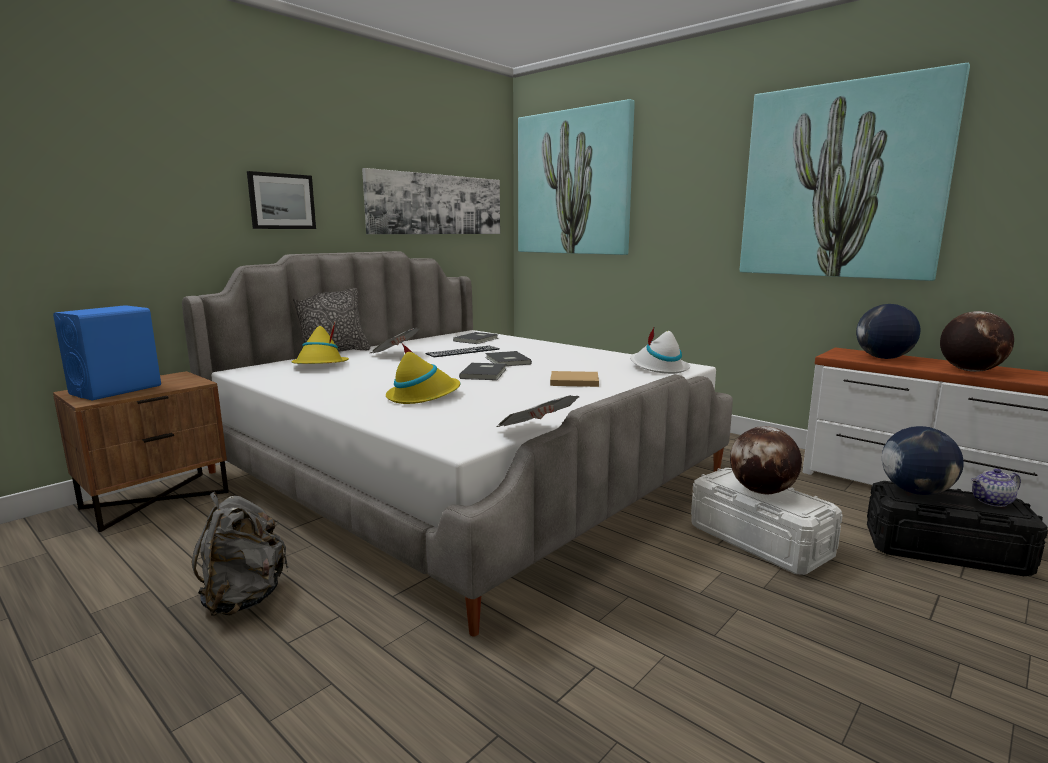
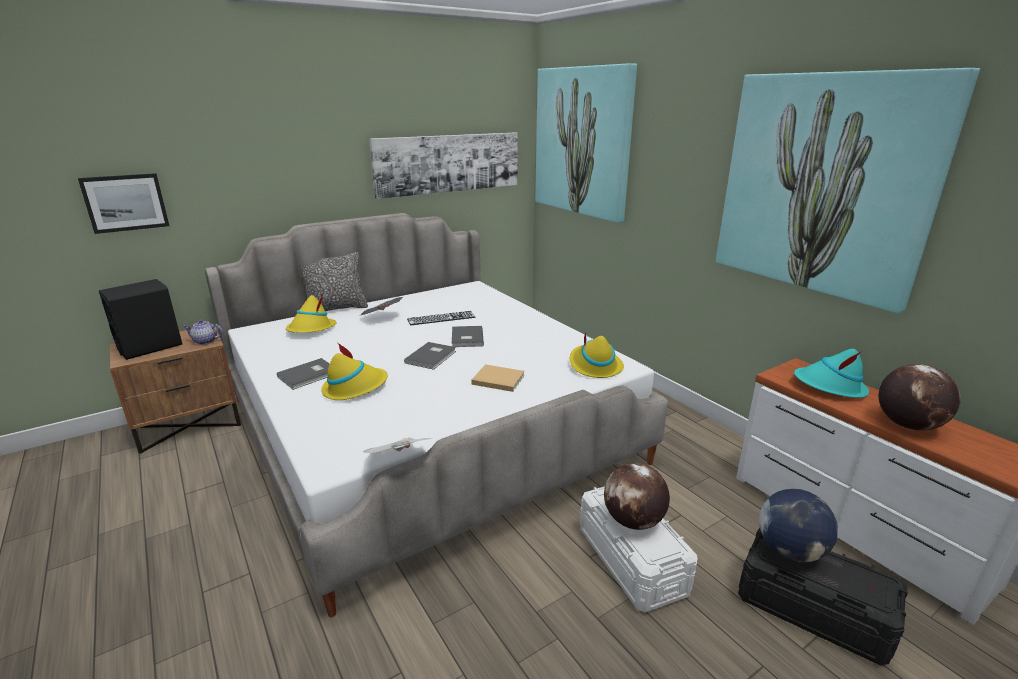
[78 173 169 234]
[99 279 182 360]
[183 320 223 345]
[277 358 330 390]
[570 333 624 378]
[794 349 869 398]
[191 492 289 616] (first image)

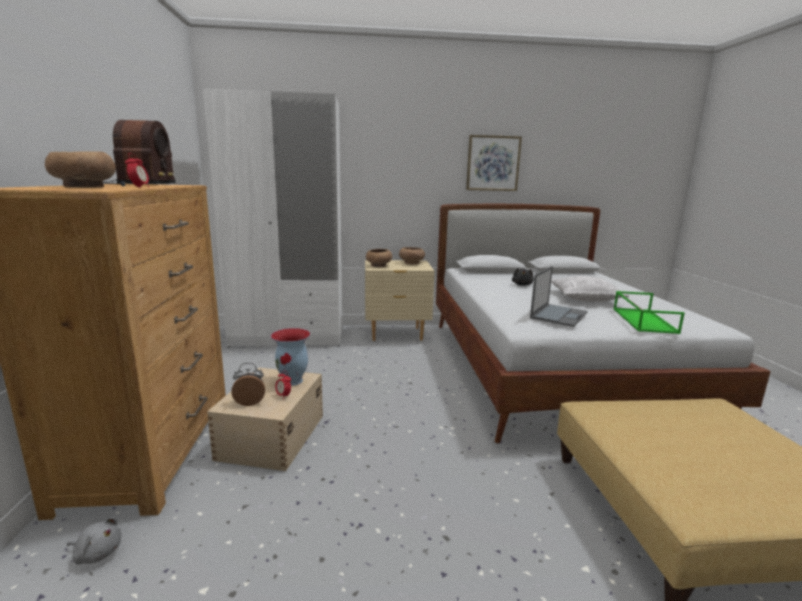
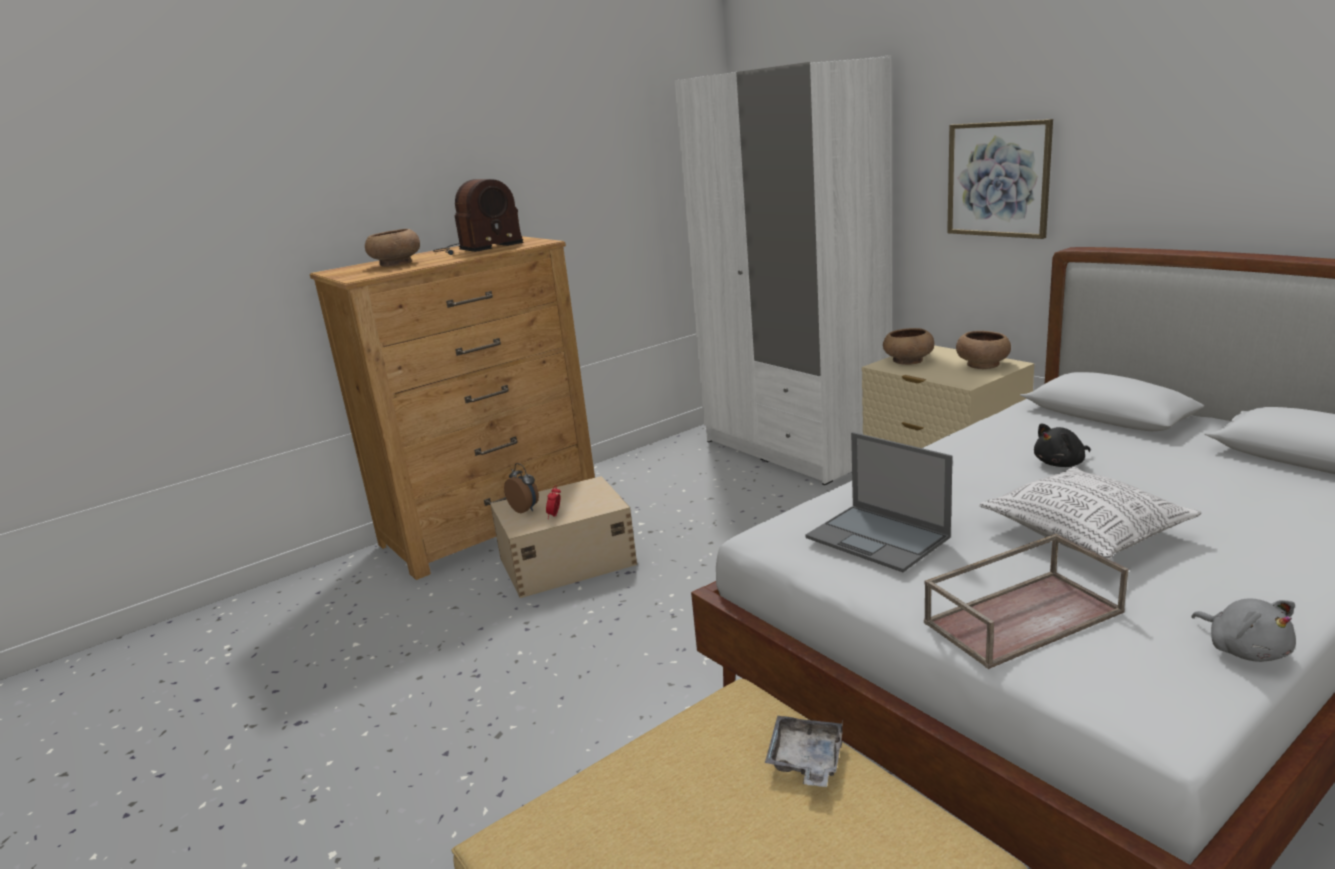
[765 716 843 787]
[805 432 953 572]
[924 534 1129 669]
[947 119 1053 239]
[1191 598 1296 662]
[125 153 149 188] (first image)
[271 328 310 386] (first image)

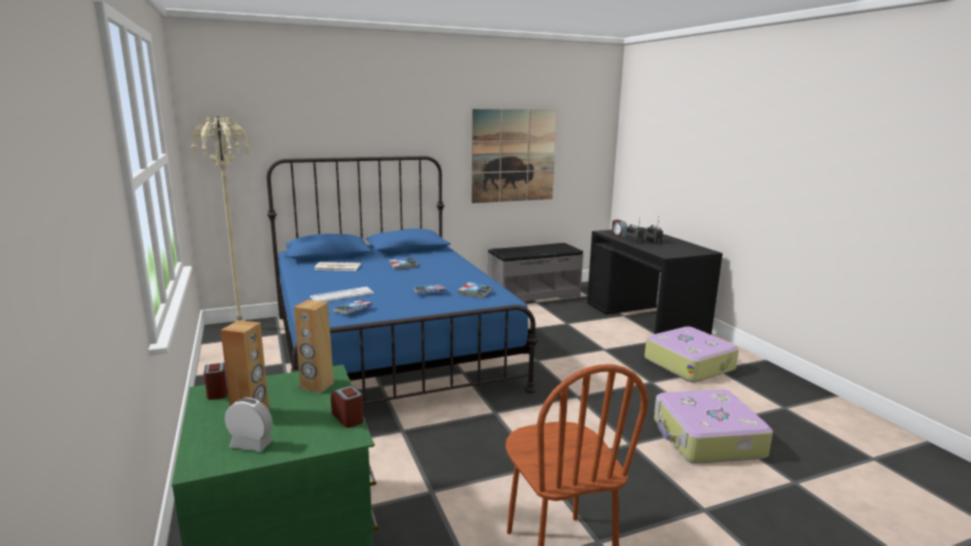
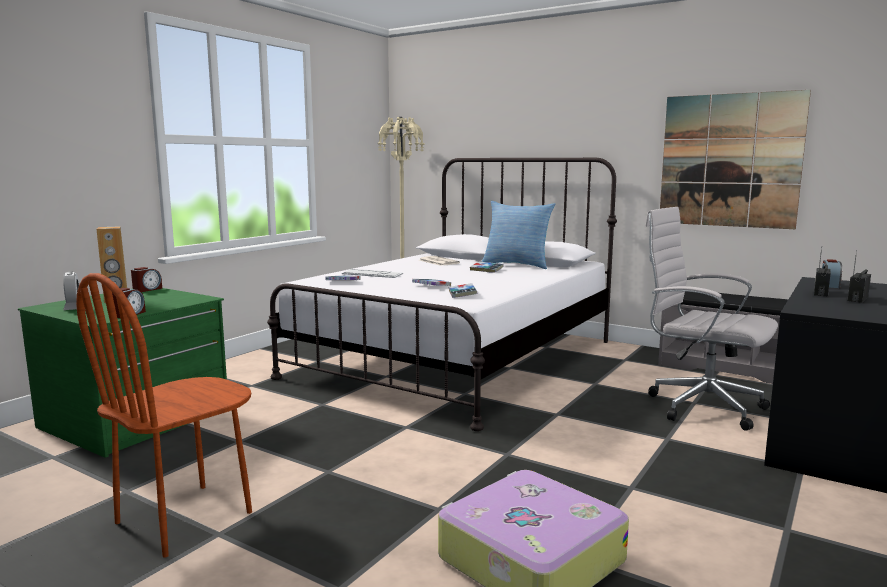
[267 158 617 431]
[482 201 555 269]
[645 207 778 431]
[294 300 334 393] (first image)
[644 326 739 382] (first image)

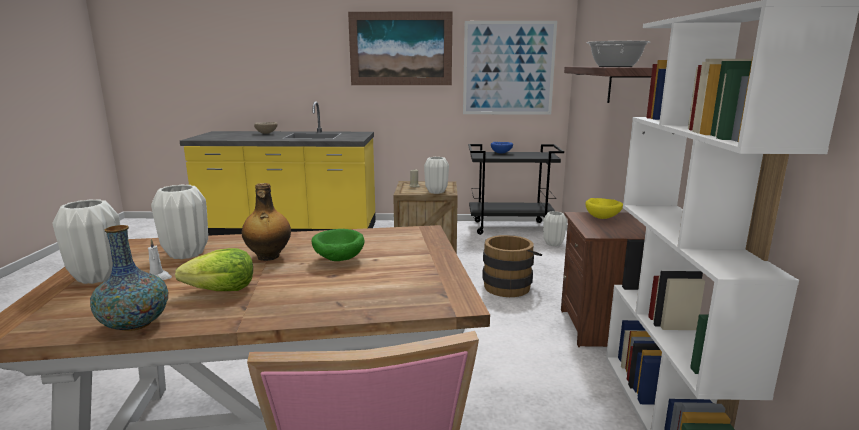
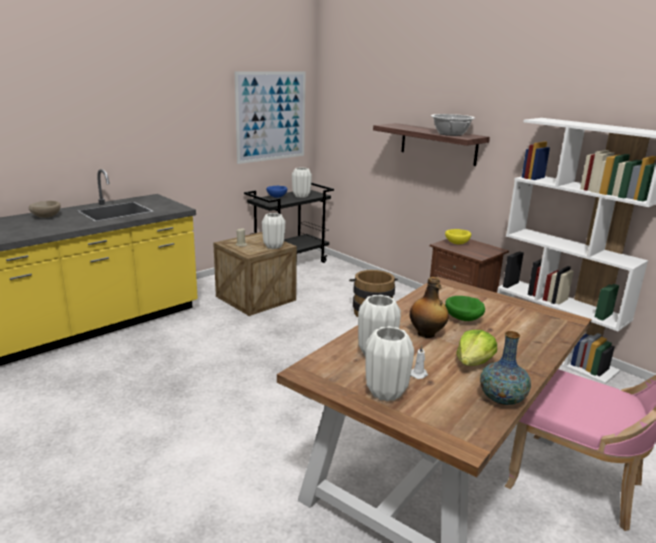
[292 167 312 198]
[348 11 453 85] (first image)

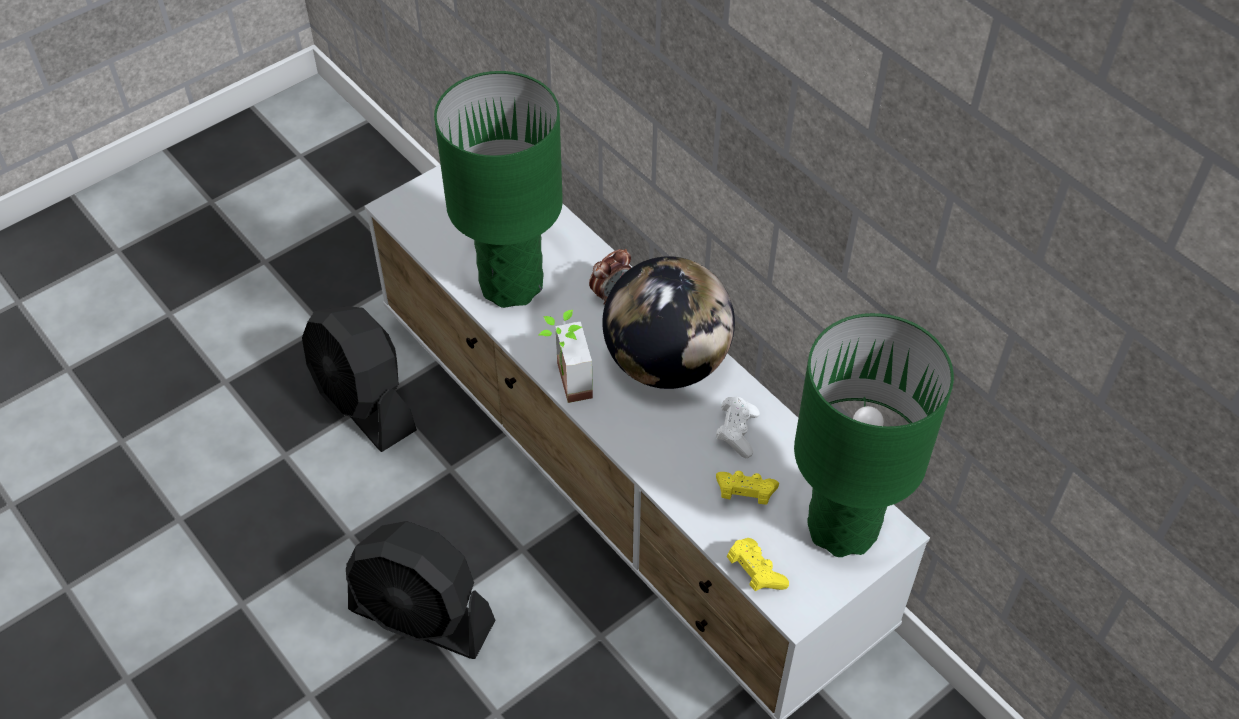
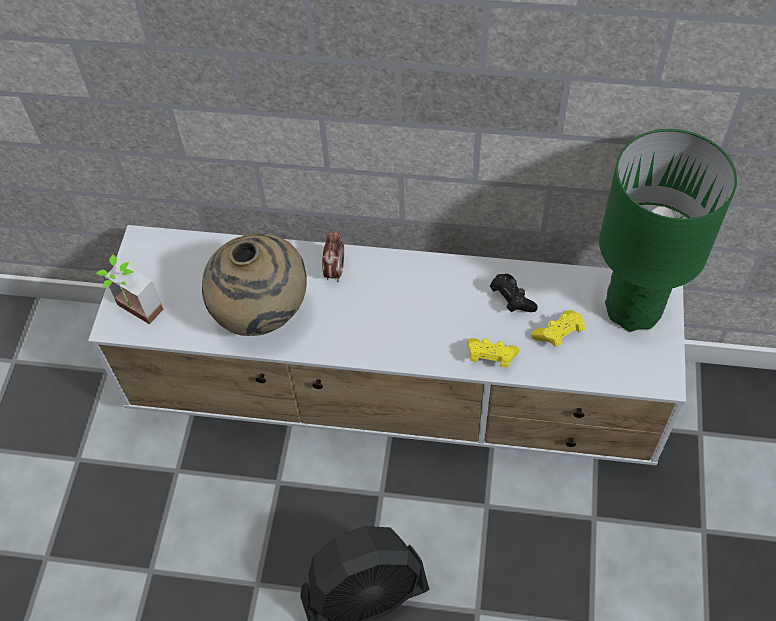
[95 255 163 324]
[202 233 307 336]
[467 338 519 368]
[490 274 538 312]
[302 306 417 452] (first image)
[602 256 735 389] (first image)

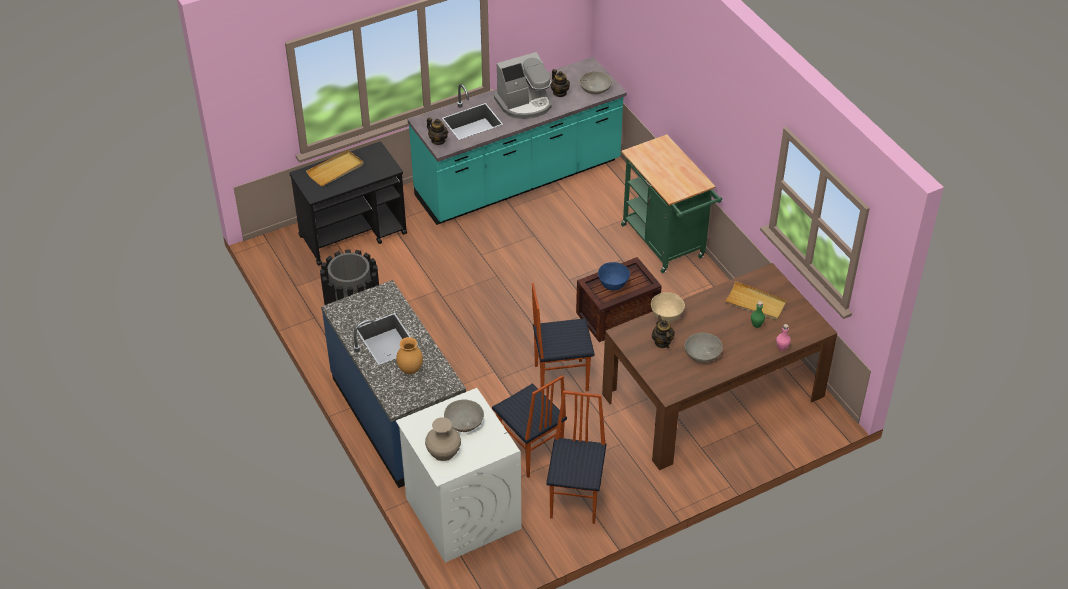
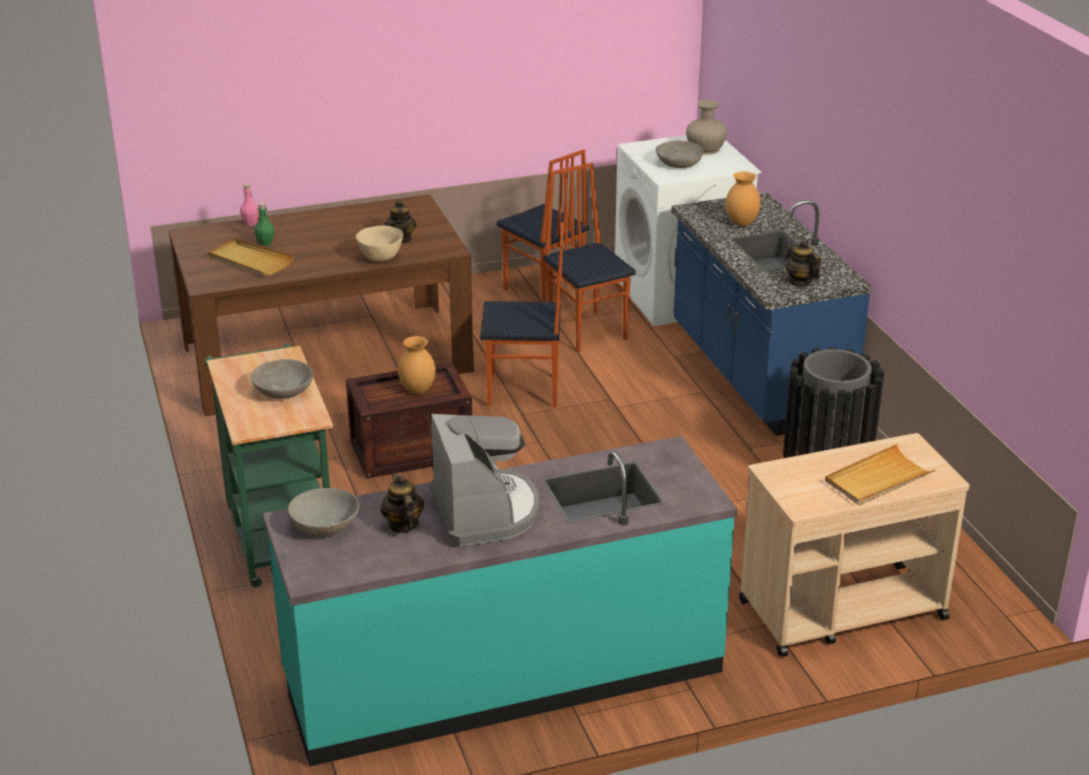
[251 359 313 399]
[398 336 436 394]
[430 414 539 547]
[496 149 589 302]
[739 433 970 657]
[786 240 821 287]

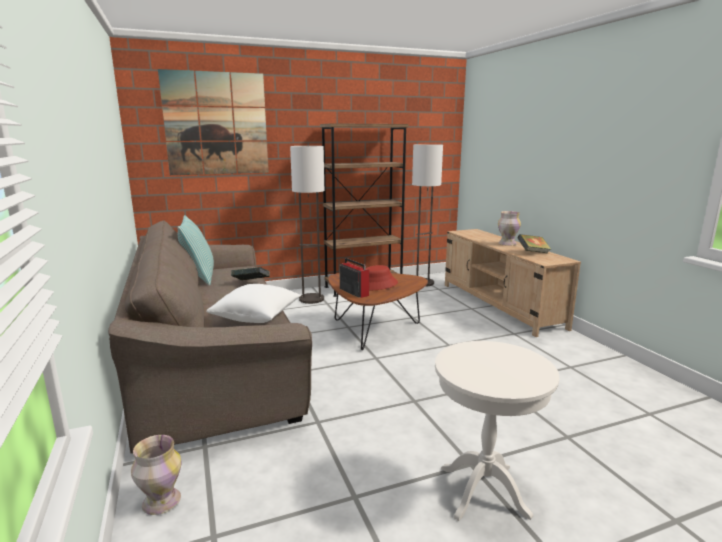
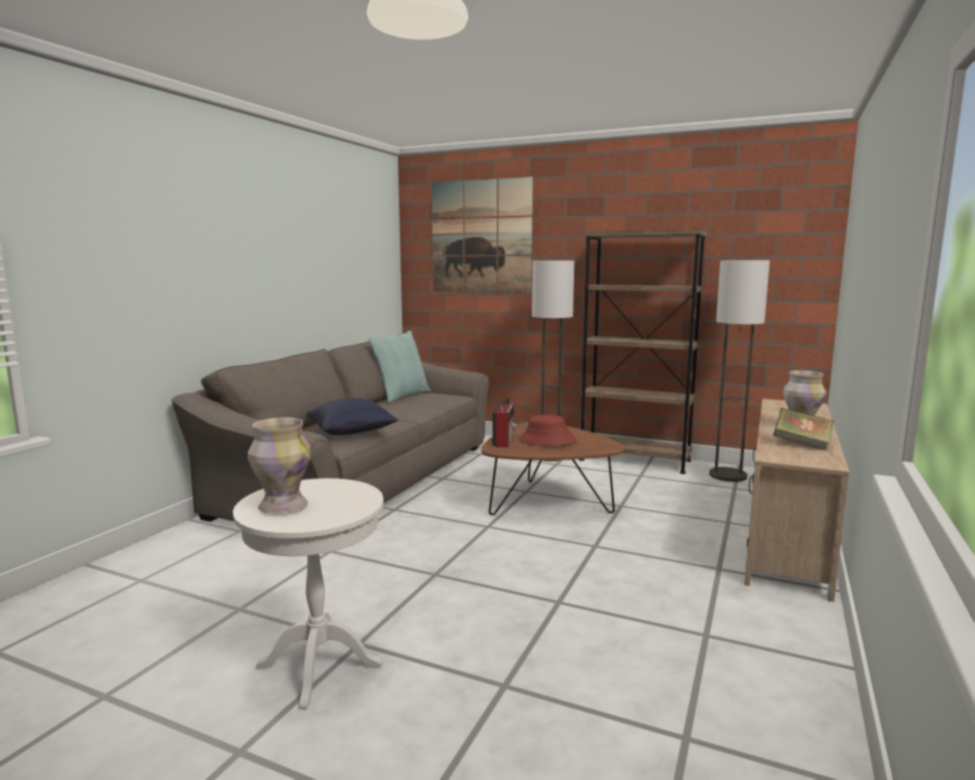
[248 417 311 514]
[307 398 398 435]
[231 267 270 281] (first image)

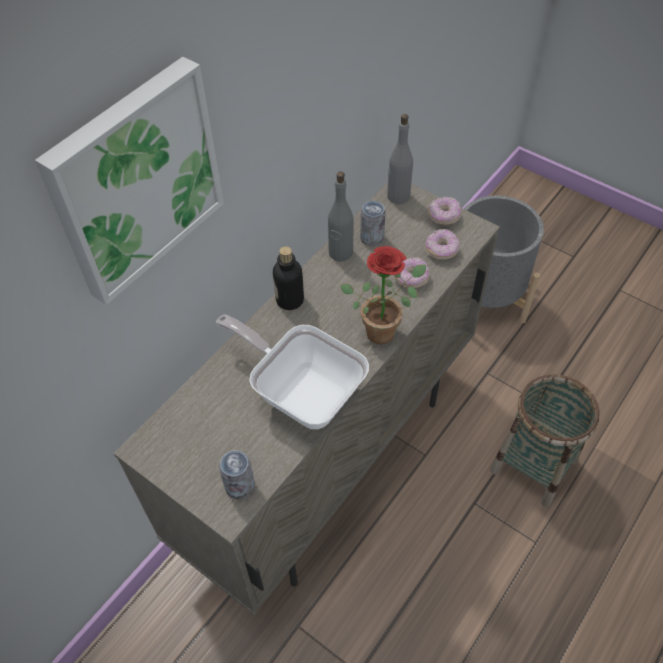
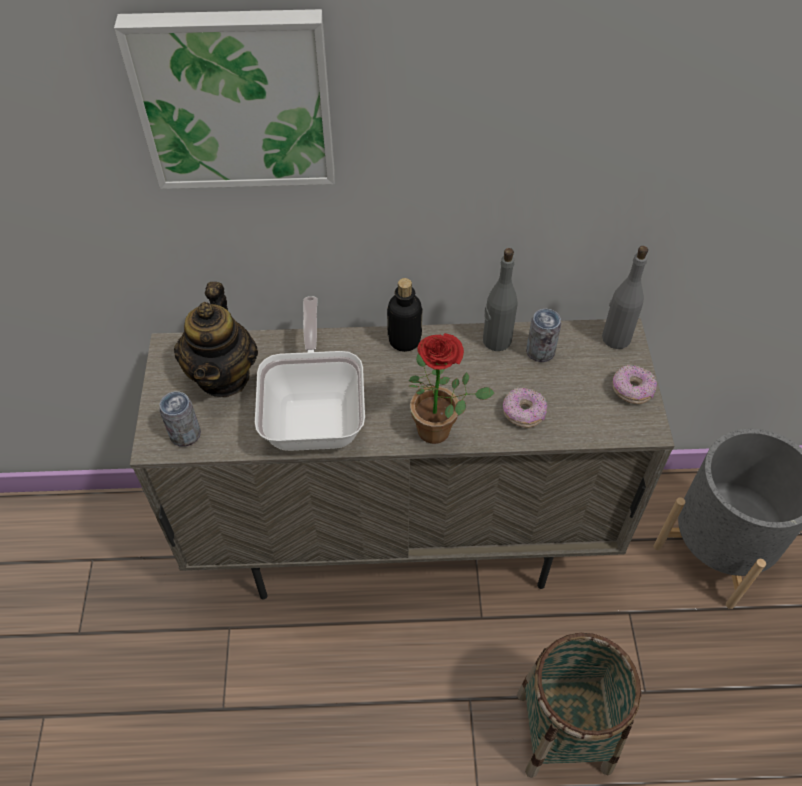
[174 282 258 397]
[425 229 460 260] (first image)

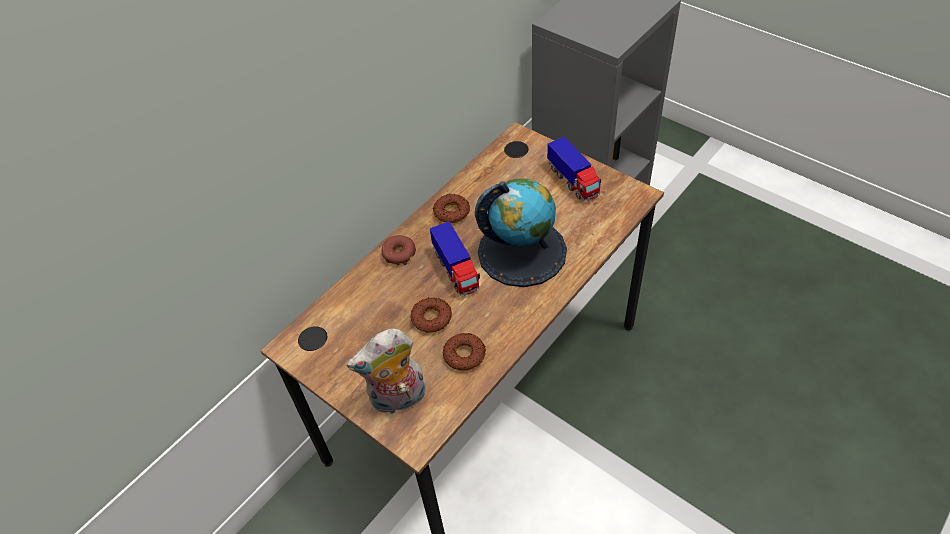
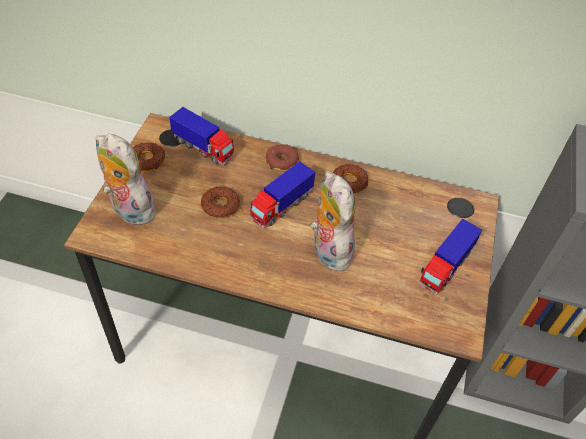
[133 143 165 171]
[169 107 234 165]
[310 171 355 271]

